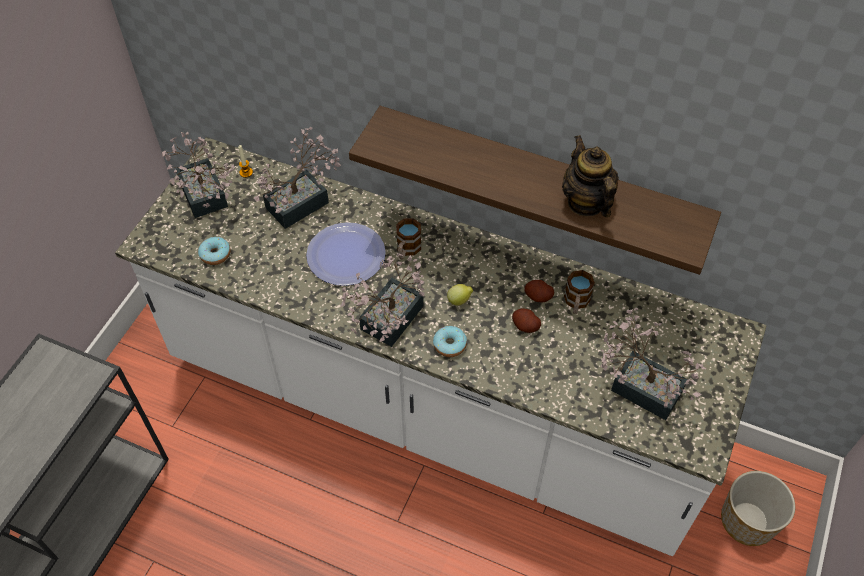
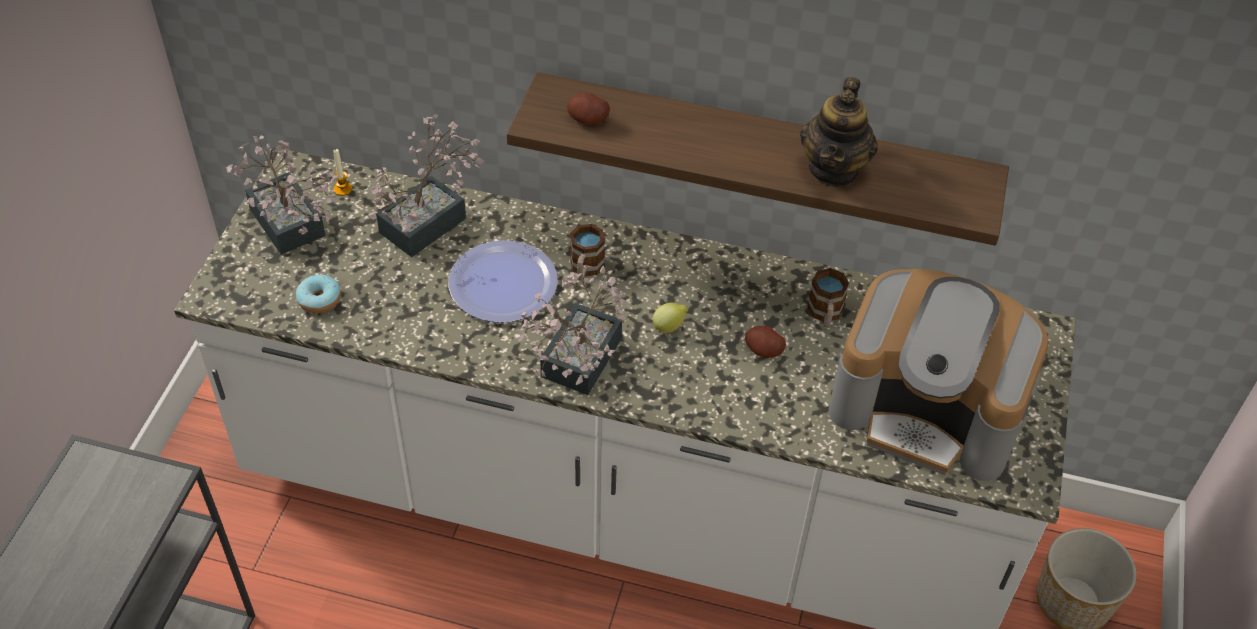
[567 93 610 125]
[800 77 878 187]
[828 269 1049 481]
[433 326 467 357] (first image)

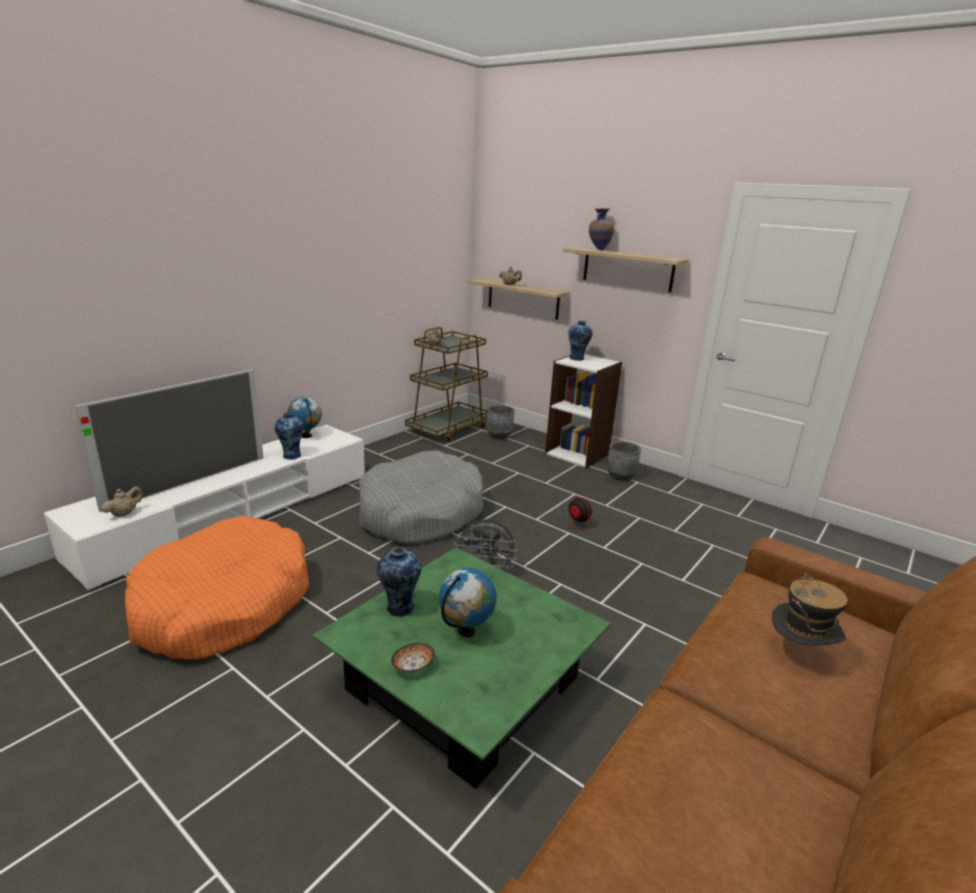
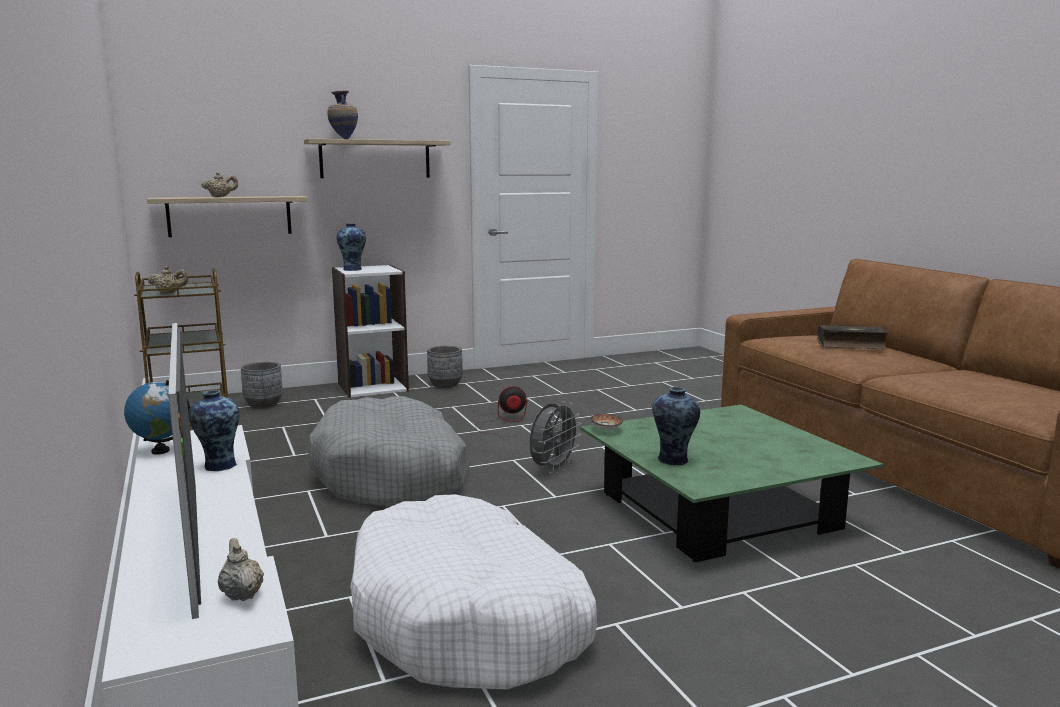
[350 494 597 690]
[591 414 623 431]
[818 325 889 350]
[439 568 497 637] (first image)

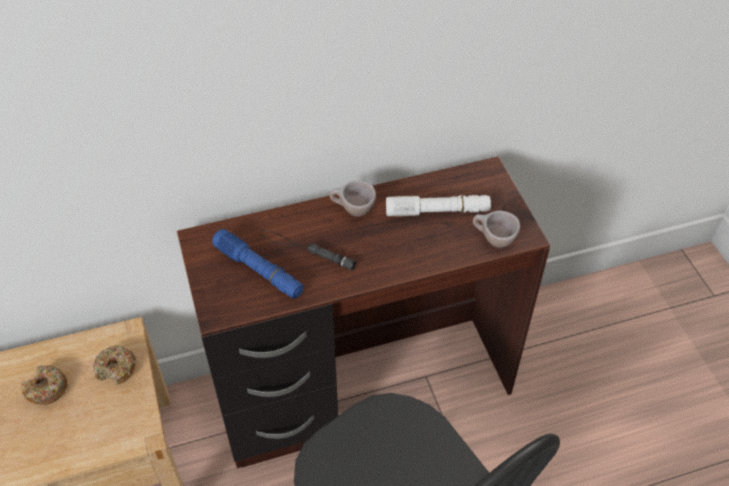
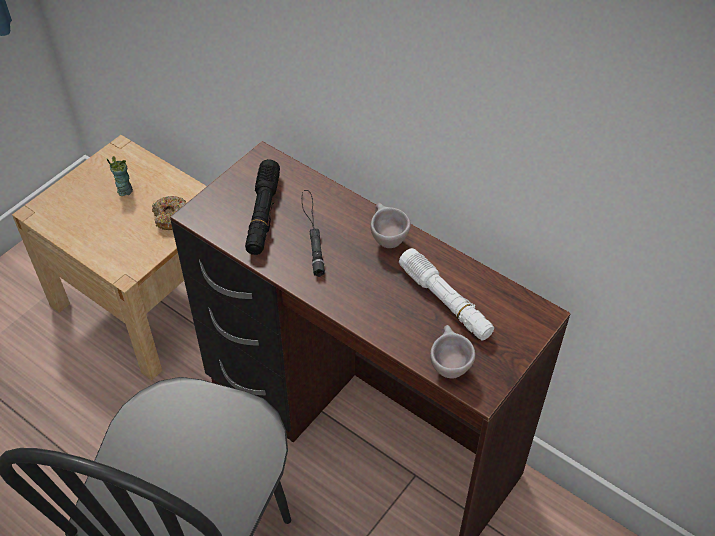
[107 156 133 196]
[245 159 280 255]

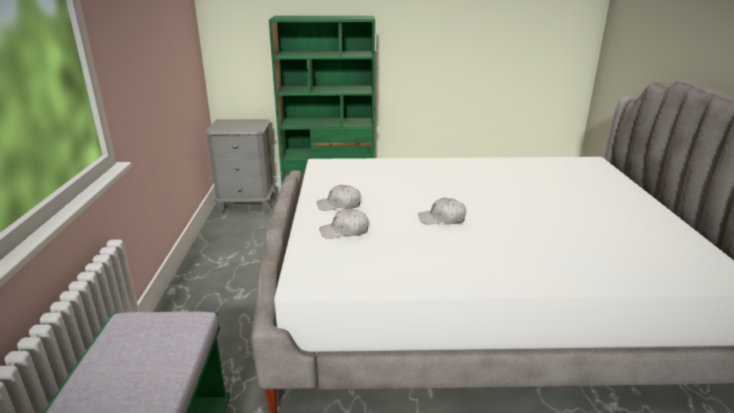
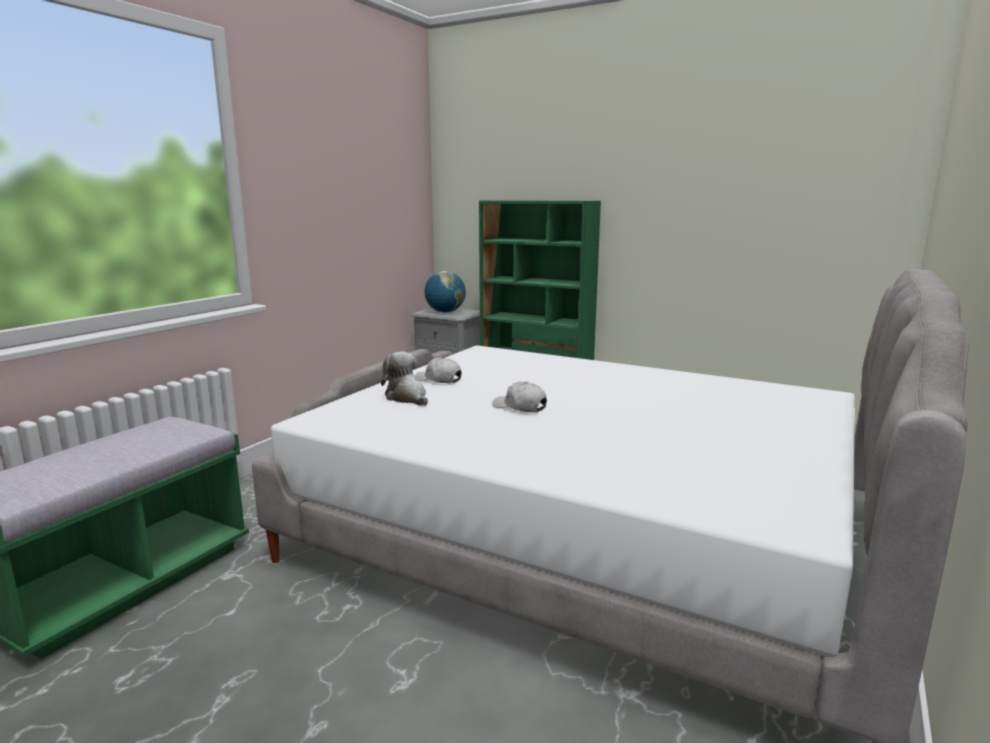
[381 352 428 406]
[424 271 466 313]

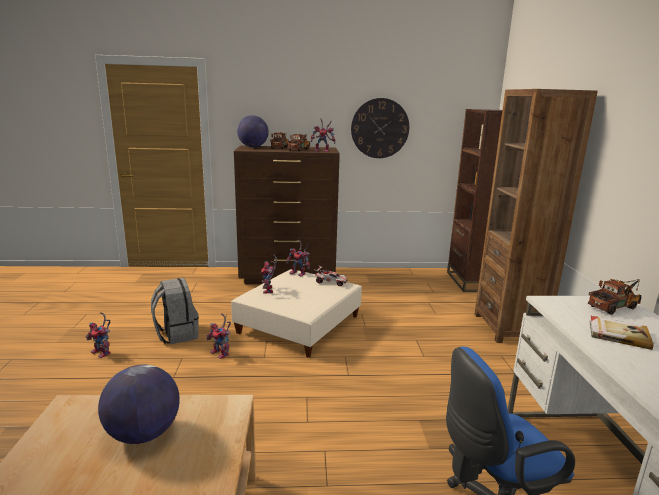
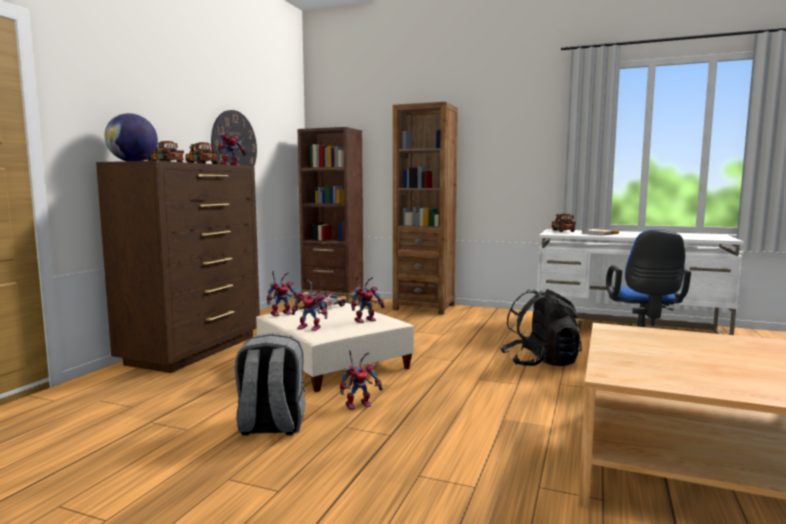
[351 275 385 323]
[500 289 581 366]
[98 365 180 444] (first image)

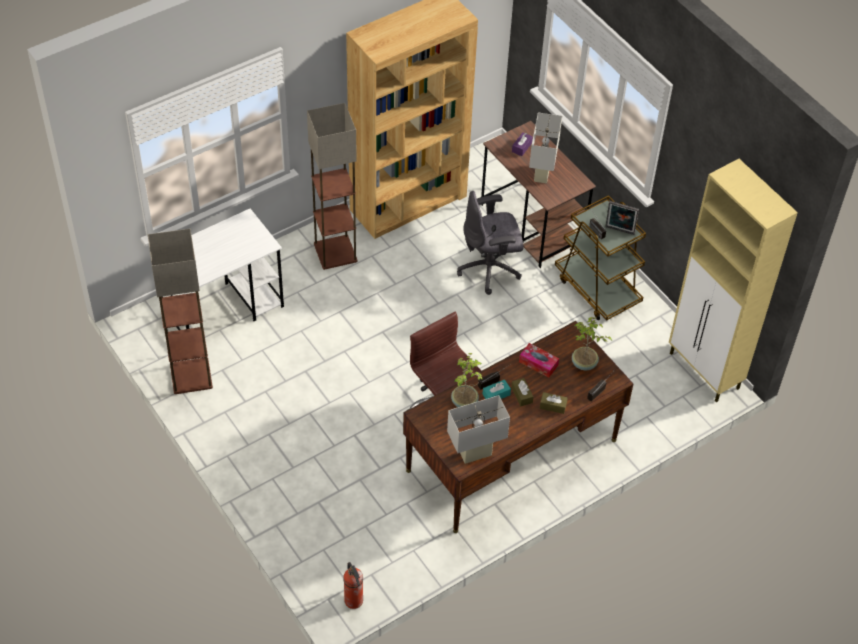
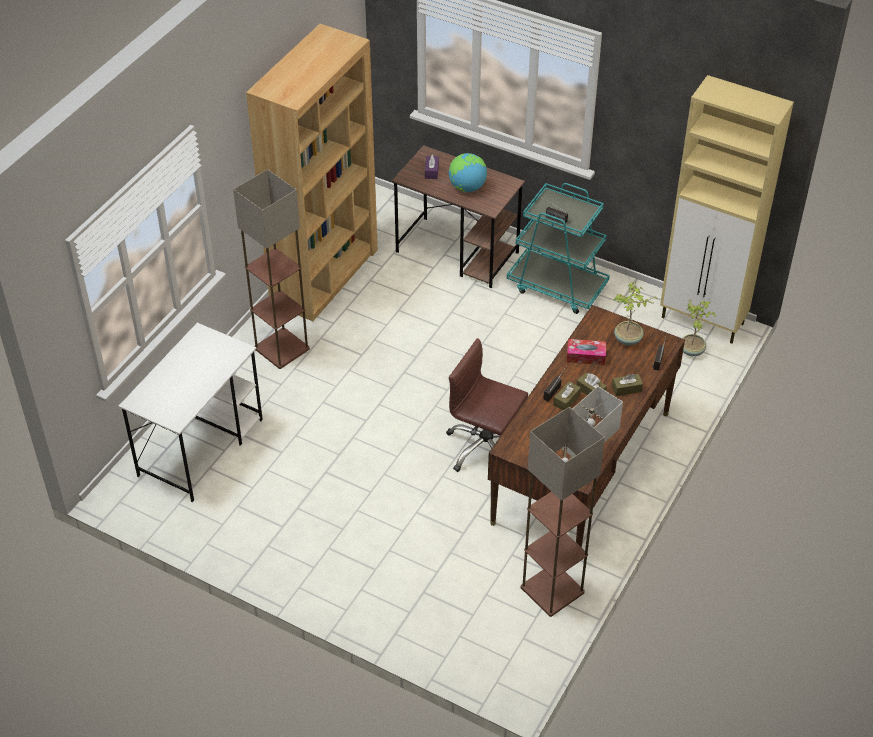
[449 153 487 192]
[507 183 610 314]
[521 407 605 617]
[553 381 581 410]
[682 300 717 356]
[343 562 363 609] (first image)
[457 191 524 295] (first image)
[605 201 639 235] (first image)

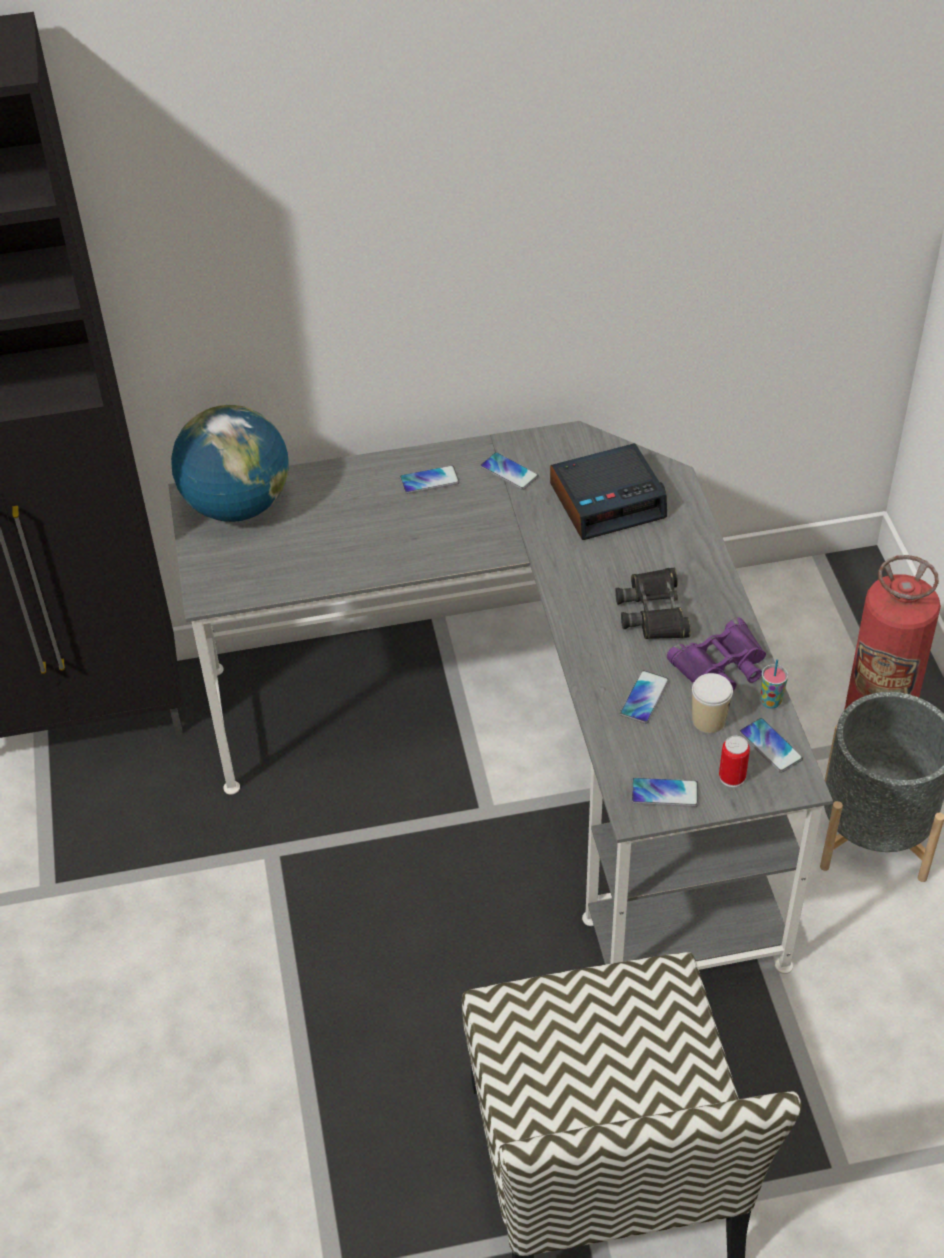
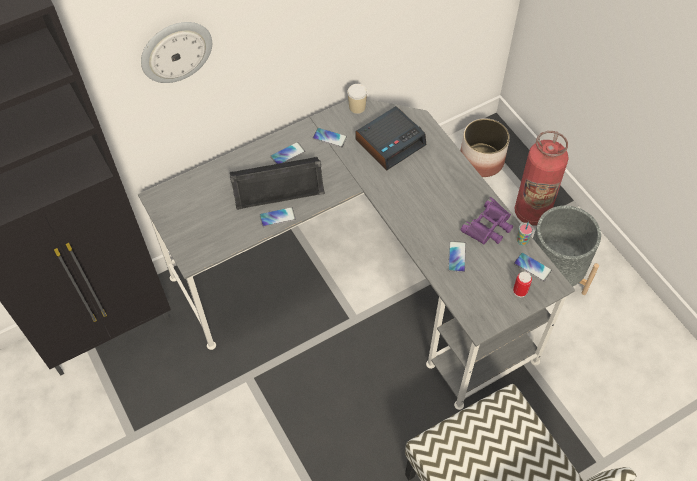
[141 22 212 83]
[230 157 325 210]
[260 207 296 227]
[347 84 367 114]
[460 118 510 177]
[171 405 289 522] (first image)
[615 568 691 639] (first image)

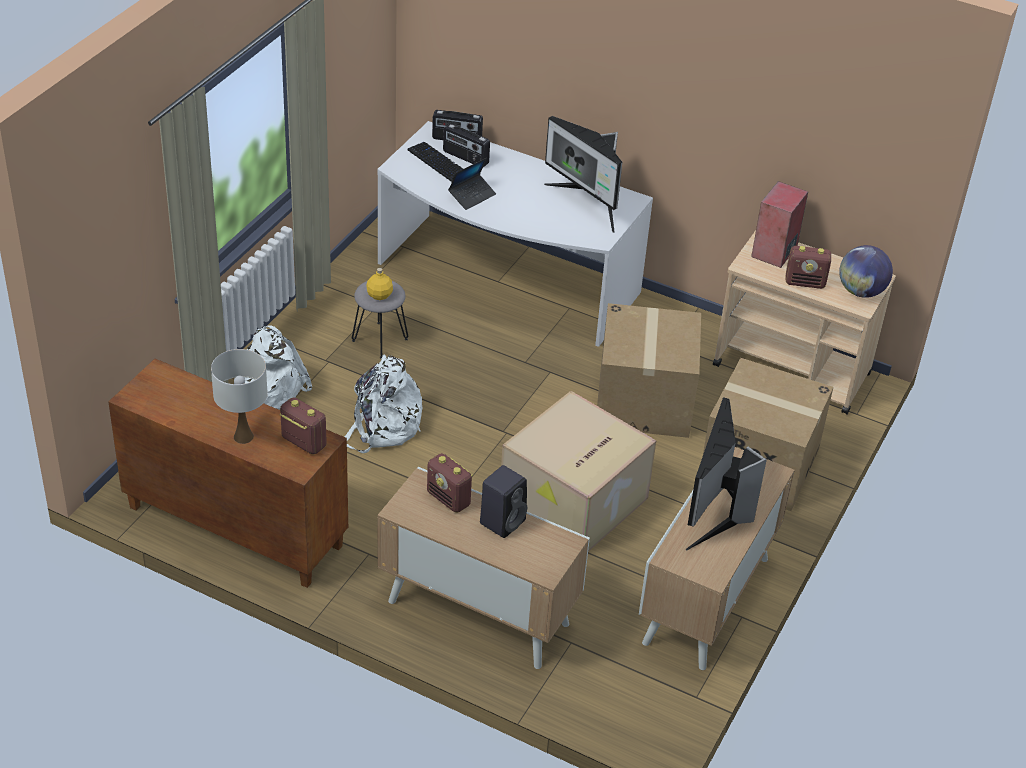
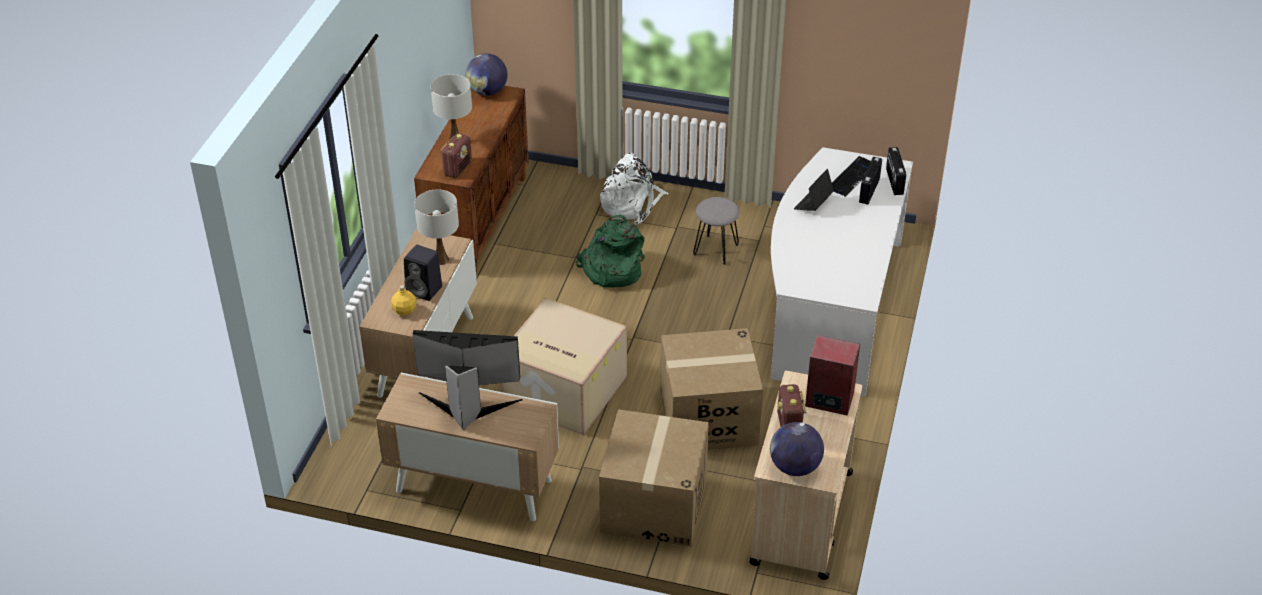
[391 285 417 316]
[414 189 459 265]
[466 53 508 96]
[576 215 645 287]
[794 169 834 211]
[544 116 622 233] (first image)

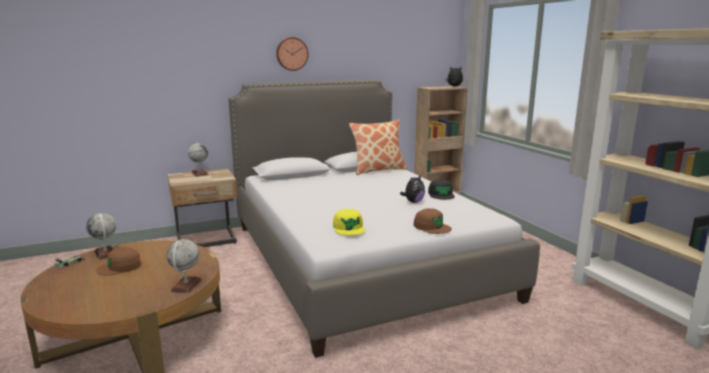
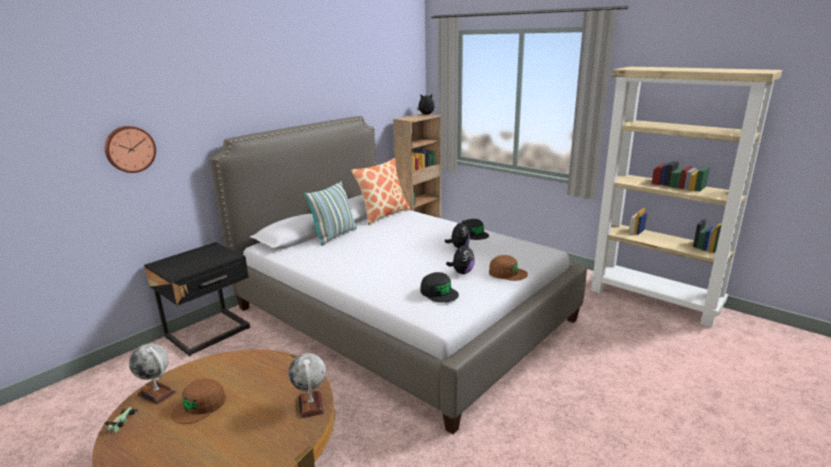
[105 126 156 173]
[144 242 250 356]
[304 181 357 246]
[420 272 459 303]
[446 242 475 274]
[188 142 209 177] (first image)

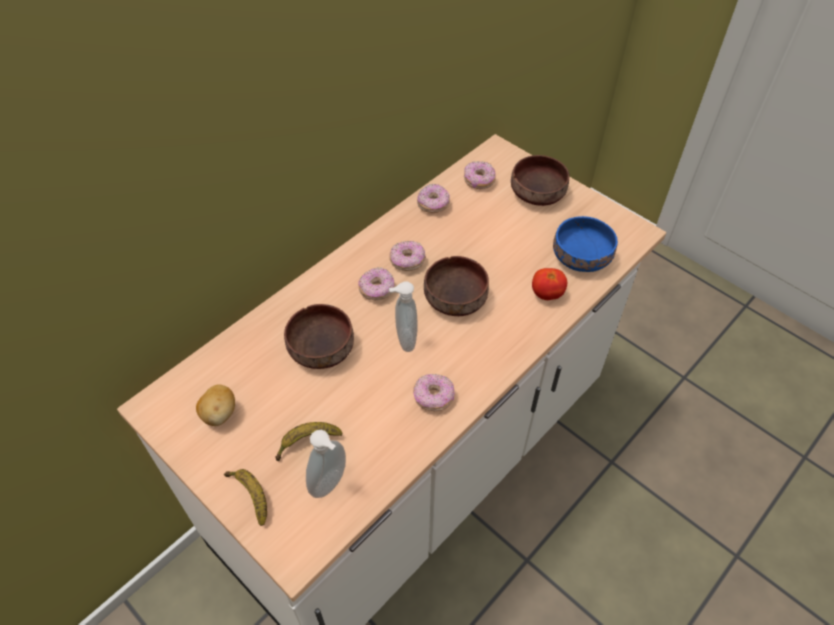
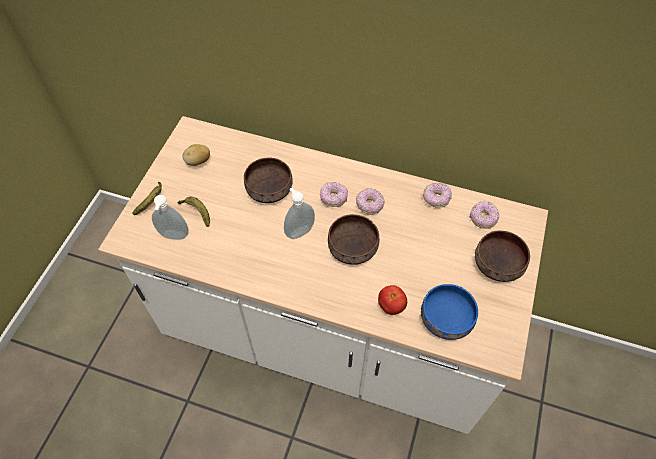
[413 374 455 411] (first image)

